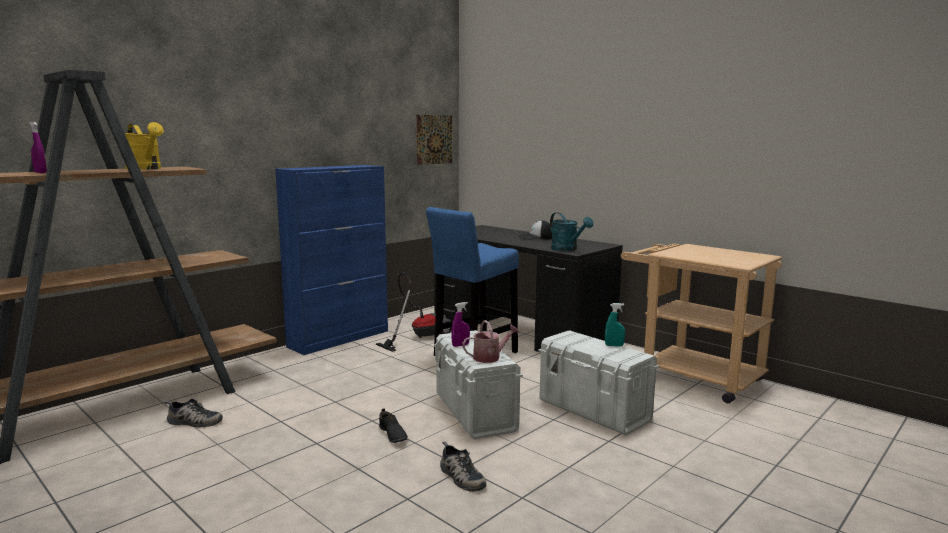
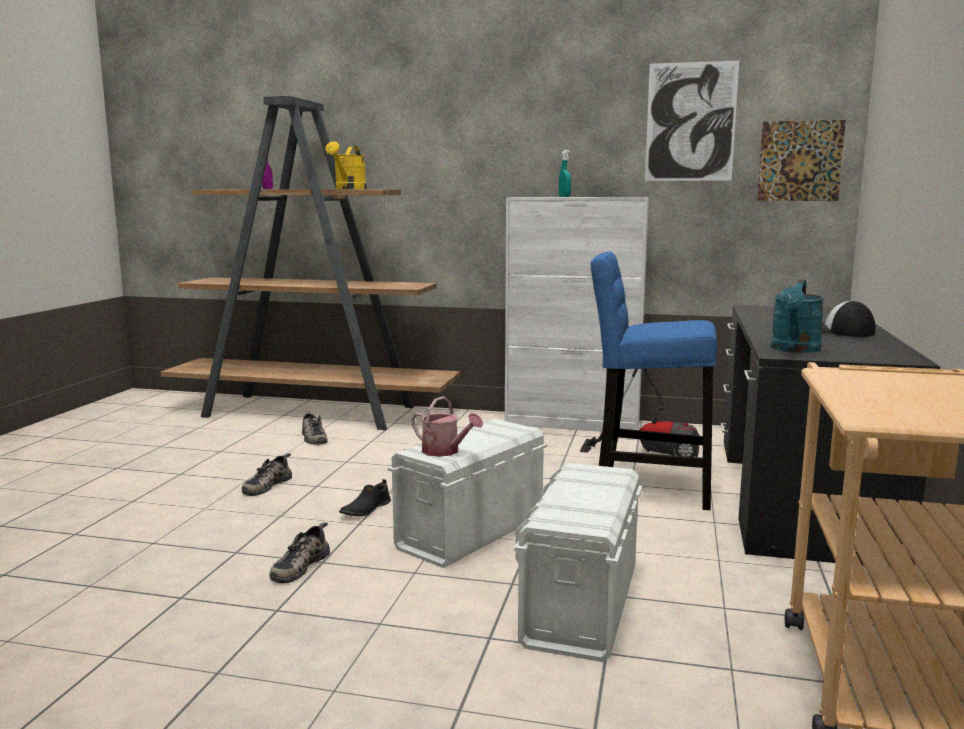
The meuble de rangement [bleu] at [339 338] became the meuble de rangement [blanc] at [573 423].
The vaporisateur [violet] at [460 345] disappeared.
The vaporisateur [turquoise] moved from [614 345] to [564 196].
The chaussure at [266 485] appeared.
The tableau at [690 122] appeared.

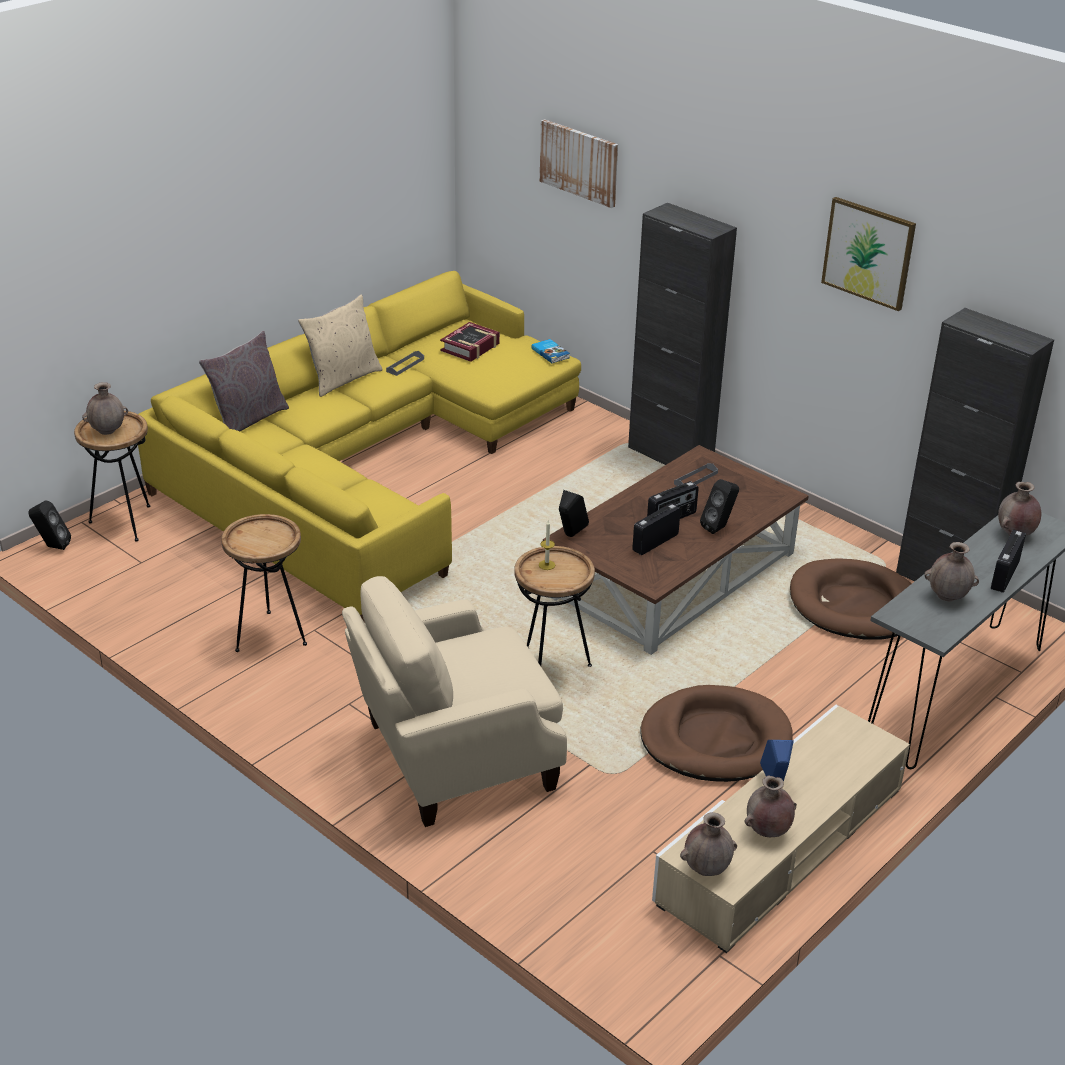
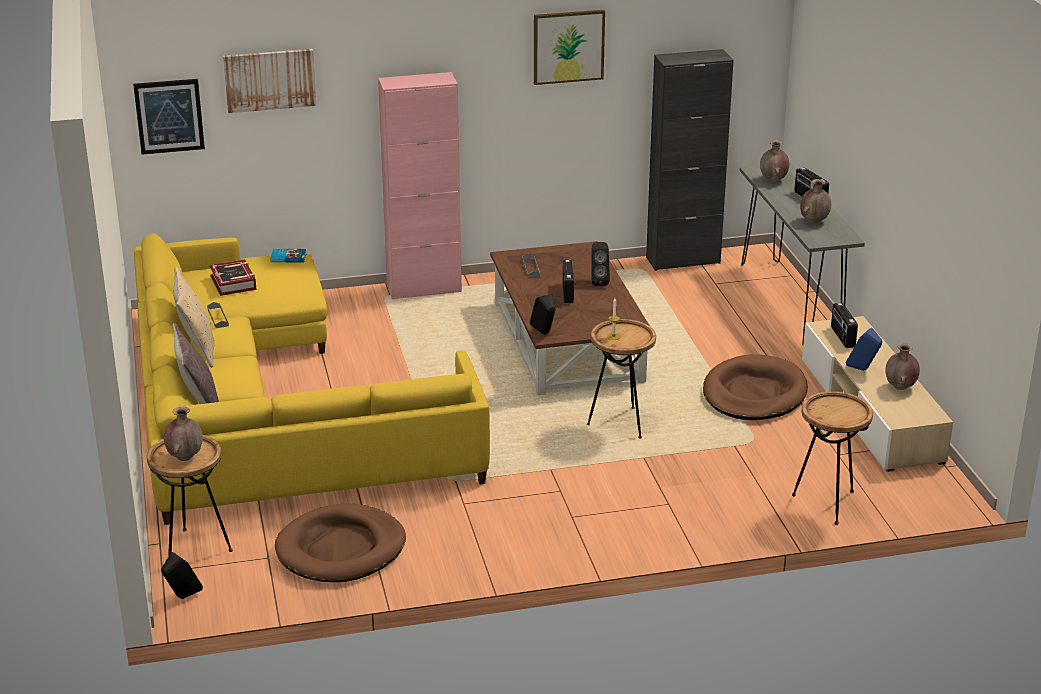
The table d'appoint [marron] moved from [270 635] to [827 503].
The fauteuil [beige] at [454 757] disappeared.
The meuble de rangement [noir] at [670 456] became the meuble de rangement [rose] at [424 289].
The radio moved from [655 542] to [842 337].
The vase [marron] at [706 869] disappeared.
The panier pour chien [marron] moved from [855 605] to [341 549].
The tableau at [169 116] appeared.

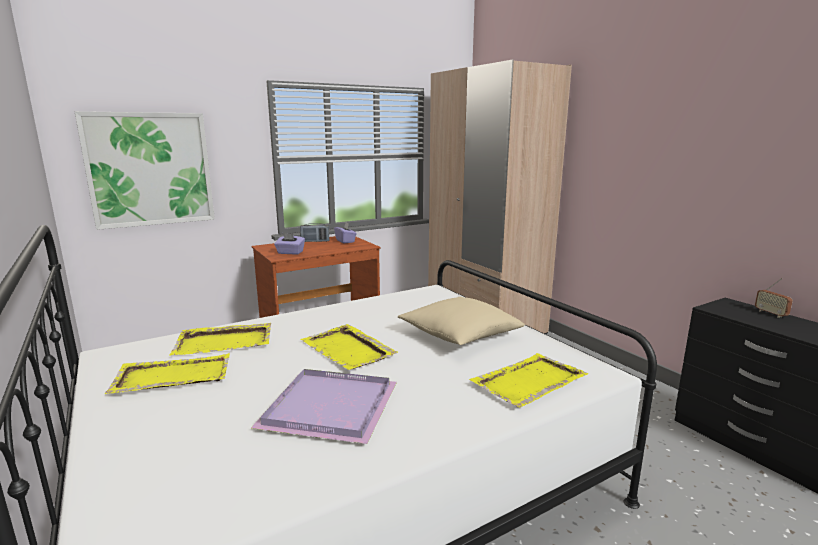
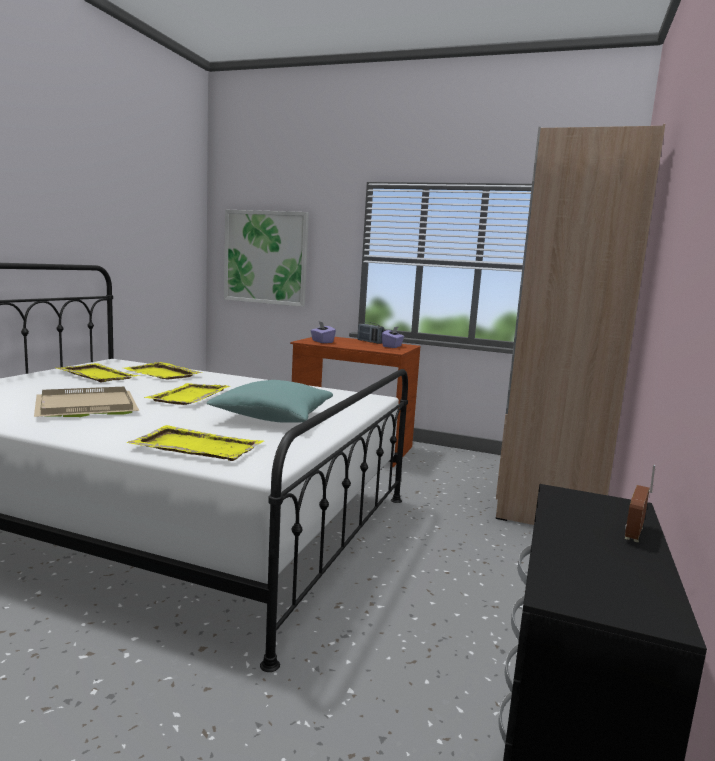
The plateau [violet] at [327 408] became the plateau [beige] at [84 406].
The coussin [beige] at [459 335] became the coussin [turquoise] at [273 417].

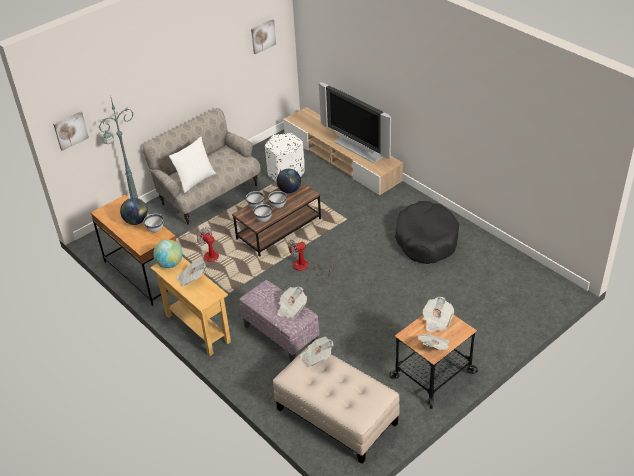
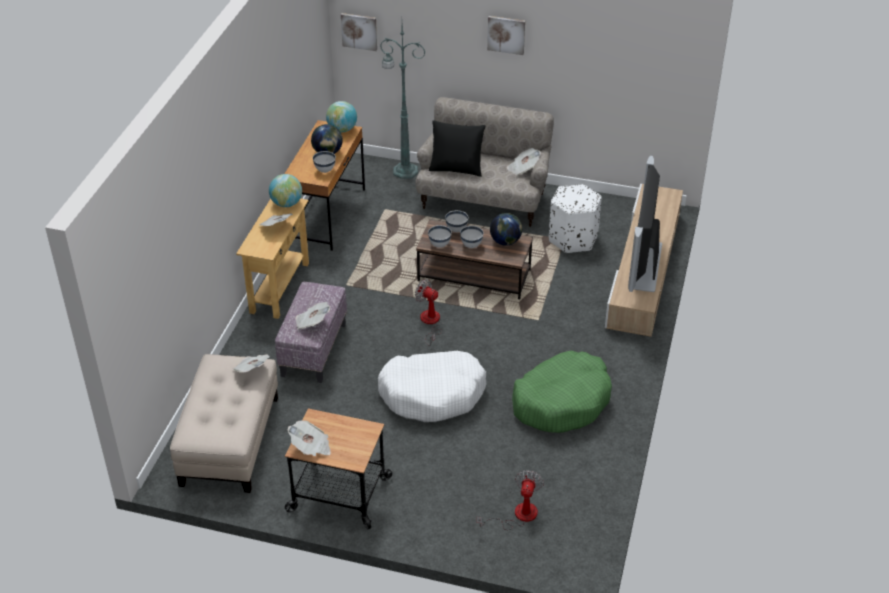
The coussin [blanc] at [195 180] became the coussin [noir] at [456 168].
The ventilateur moved from [210 261] to [518 515].
The tableau moved from [263 36] to [506 34].
The panier pour chien [noir] at [426 240] became the panier pour chien [vert] at [561 401].
The journal moved from [436 321] to [523 169].
The globe at [342 129] appeared.
The panier pour chien [blanc] at [432 394] appeared.

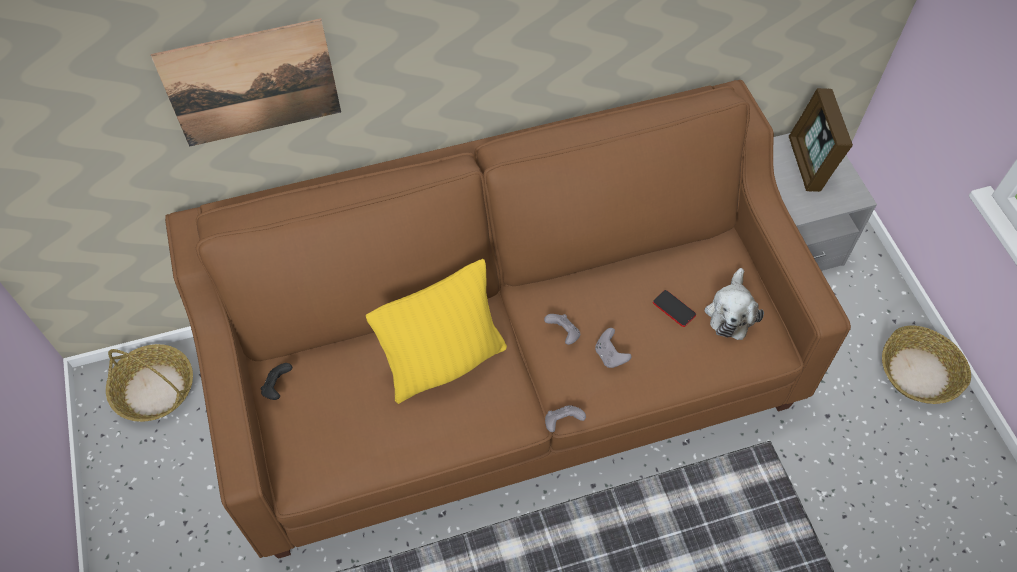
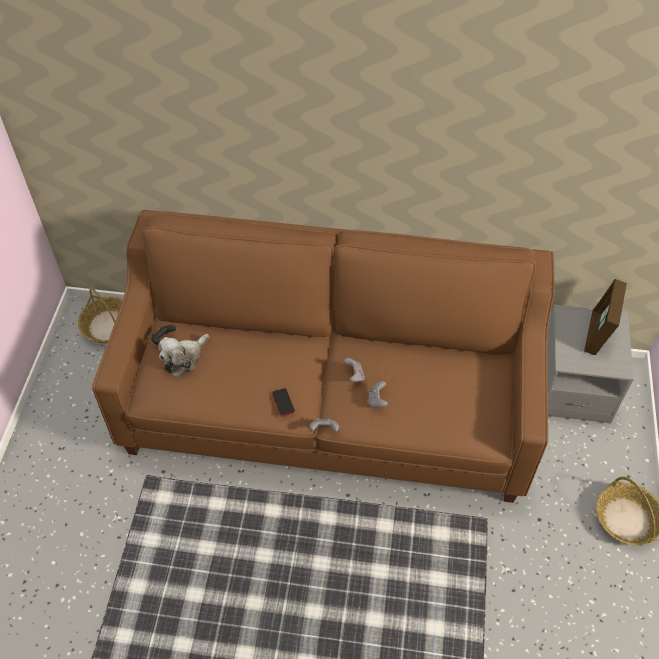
The tableau at [252 84] disappeared.
The coussin [jaune] at [444 362] disappeared.
The téléphone moved from [674 309] to [283 402].
The peluche moved from [731 312] to [184 359].

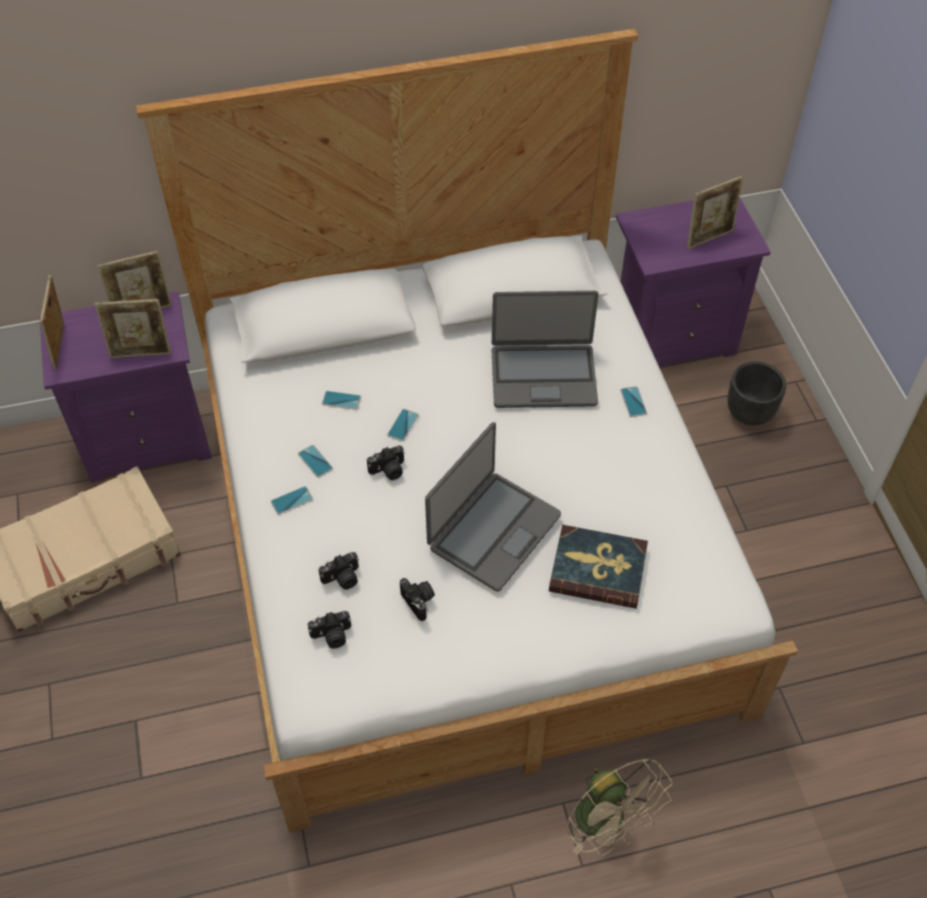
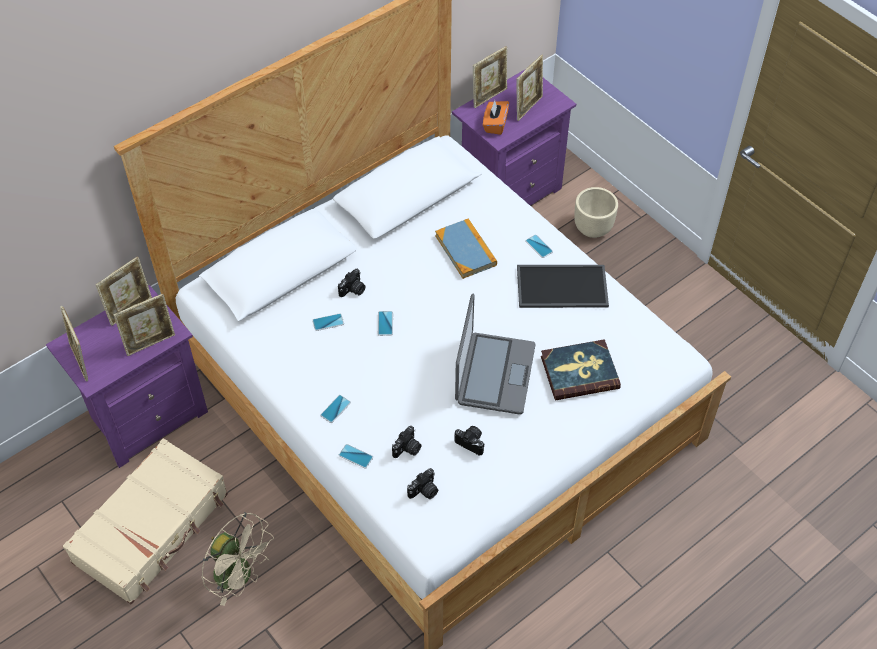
The téléphone moved from [315 461] to [356 456].
The appareil photo moved from [388 471] to [353 290].
The ordinateur portable at [543 376] was replaced by the livre at [466 250].
The ventilateur [beige] moved from [608 825] to [240 576].
The cache-pot [noir] at [749 413] became the cache-pot [beige] at [592 229].
The cadre photo at [489 97] appeared.
The boîte à mouchoirs [orange] at [495 124] appeared.
The plateau at [561 288] appeared.

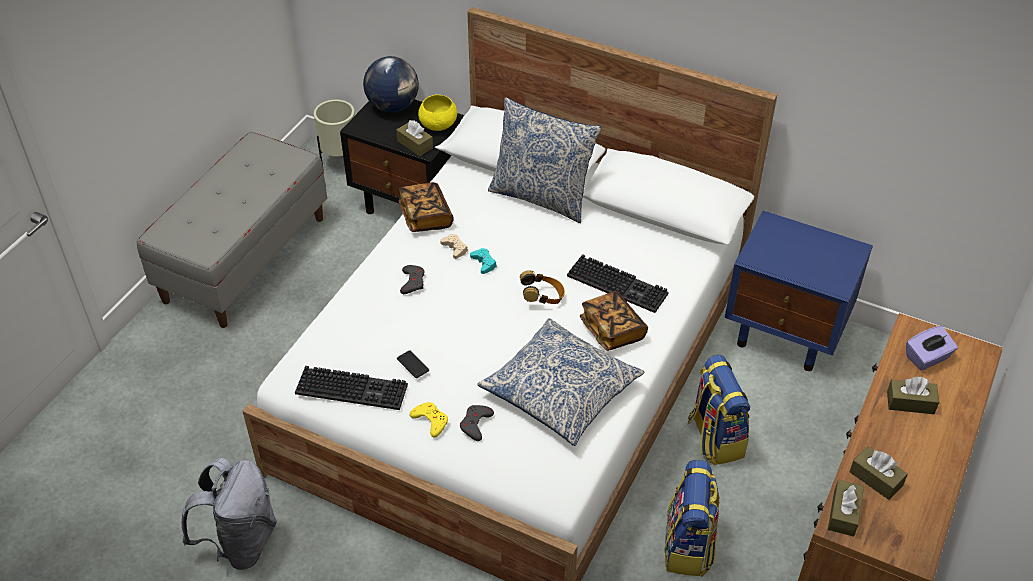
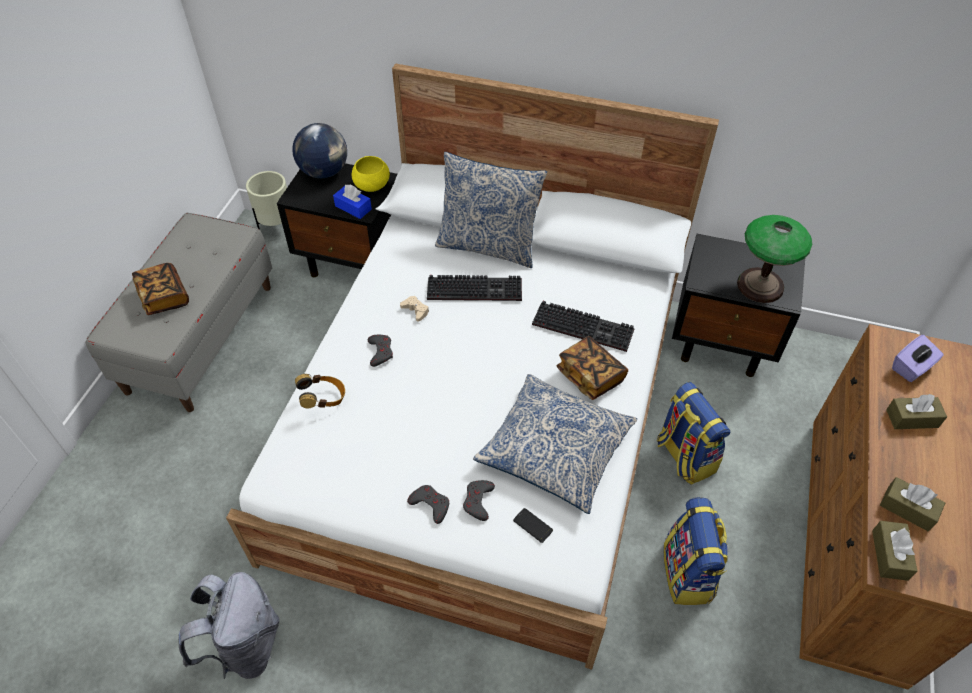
The clavier moved from [354 388] to [476 288].
The boîte à mouchoirs [marron] at [415 144] became the boîte à mouchoirs [bleu] at [353 208].
The téléphone moved from [412 364] to [533 525].
The livre moved from [425 217] to [164 297].
The manette [jaune] at [430 421] became the manette [gris] at [430 504].
The manette [turquoise] at [484 263] disappeared.
The casque audio moved from [542 298] to [323 399].
The table de chevet [bleu] at [786 334] became the table de chevet [noir] at [722 344].
The lampe de table at [760 285] appeared.

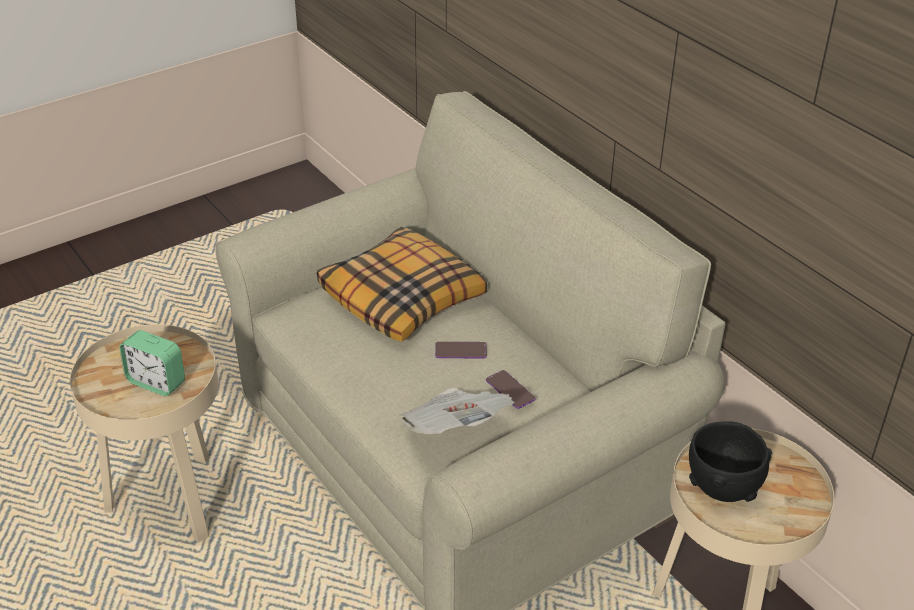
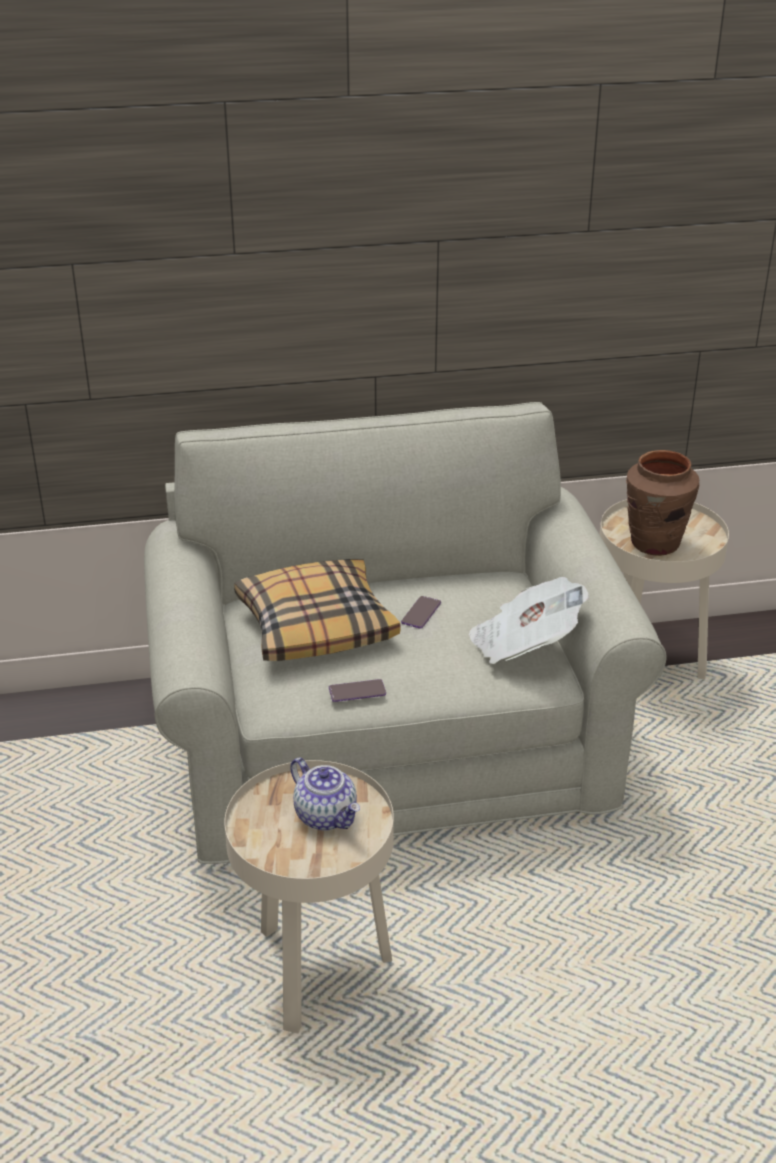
The réveil at [156 382] was replaced by the théière at [327 816].
The téléphone moved from [510 390] to [357 691].
The bol [noir] at [722 486] was replaced by the vase [marron] at [654 544].

